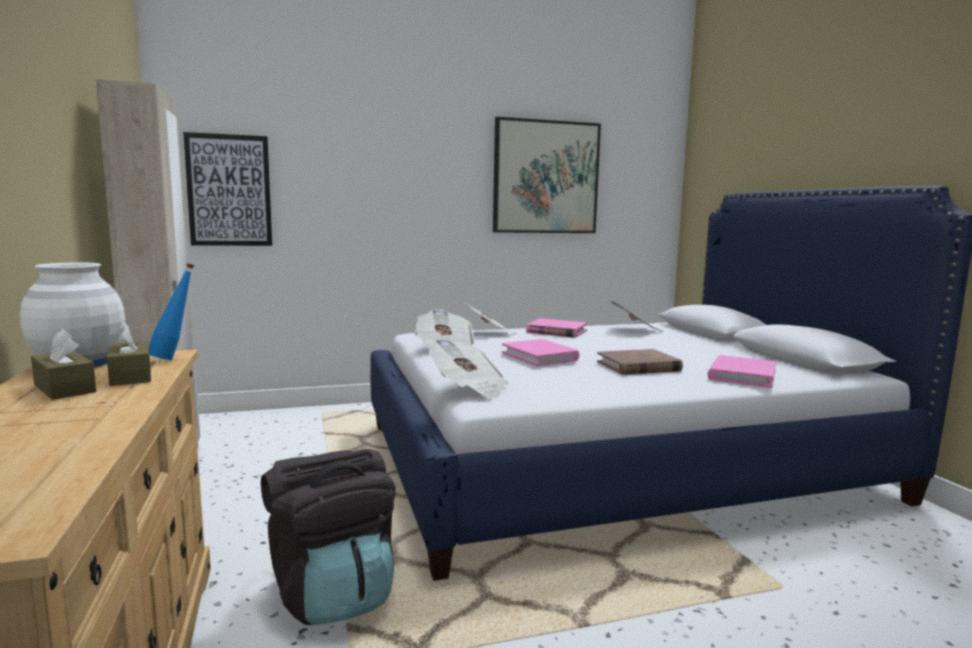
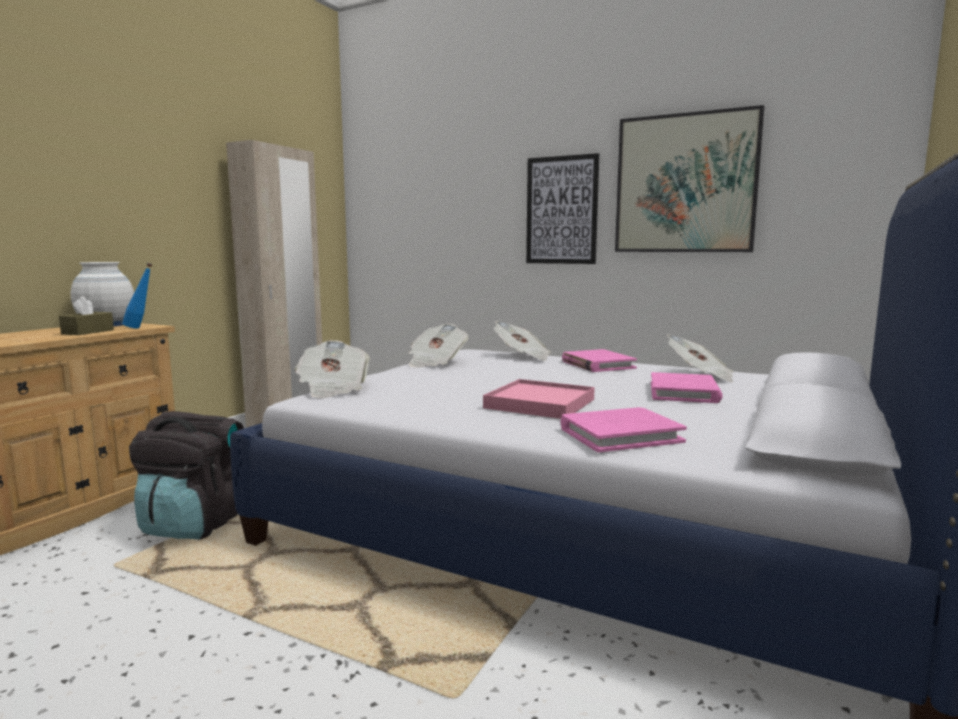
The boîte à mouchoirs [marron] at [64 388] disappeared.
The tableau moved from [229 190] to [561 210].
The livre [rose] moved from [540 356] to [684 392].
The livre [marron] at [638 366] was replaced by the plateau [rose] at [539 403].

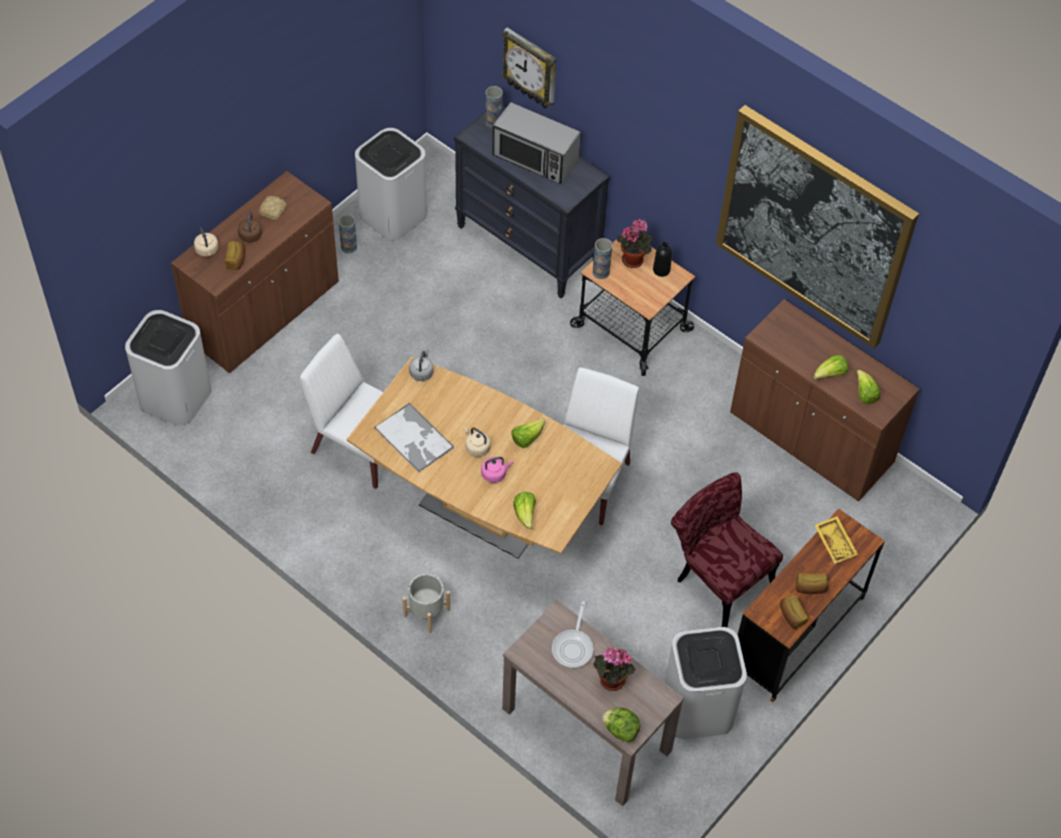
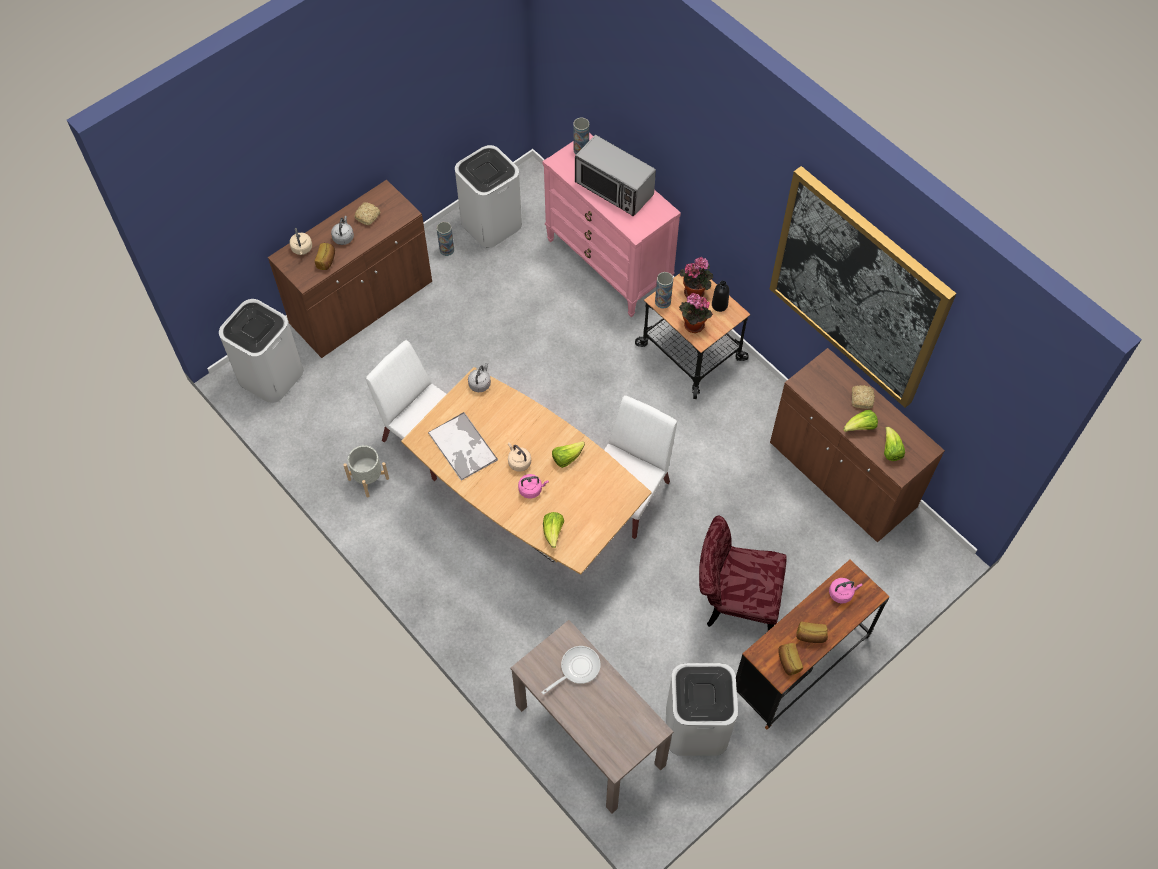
The bouilloire [marron] at [250 234] became the bouilloire [gris] at [343 237].
The cache-pot [gris] moved from [426 612] to [368 479].
The commode [noir] at [528 245] became the commode [rose] at [609 264].
The horloge murale at [531 68] disappeared.
The poêle at [573 647] turned 150 degrees counterclockwise.
The plante en pot moved from [610 681] to [692 326].
The laitue at [620 730] disappeared.
The chaise [rouge] at [718 577] turned 45 degrees counterclockwise.
The plateau [jaune] at [835 543] was replaced by the bouilloire [rose] at [842 593].
The pain at [862 399] appeared.

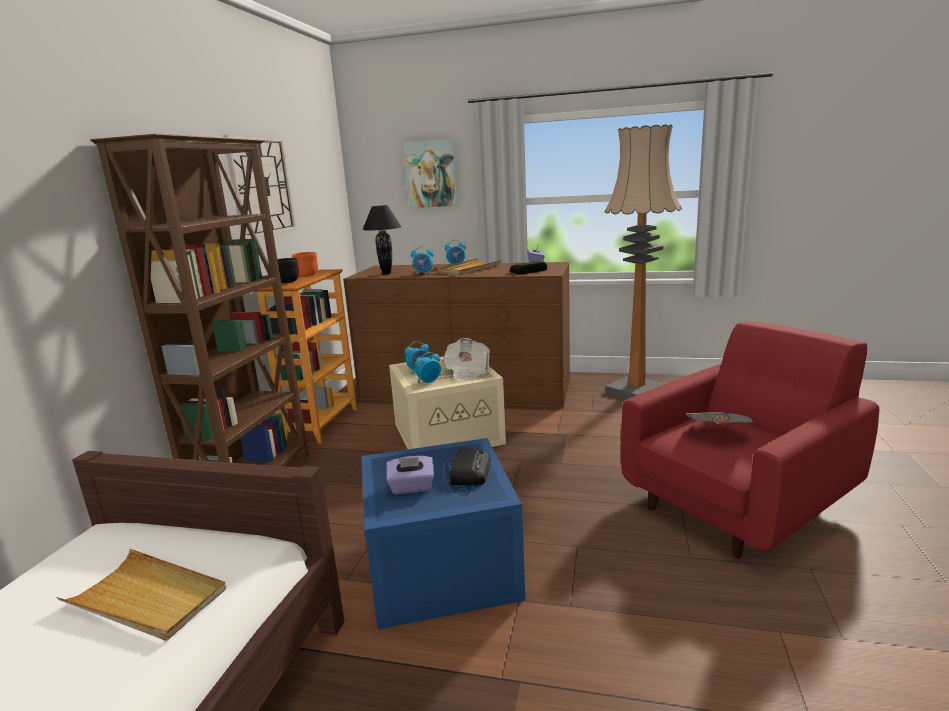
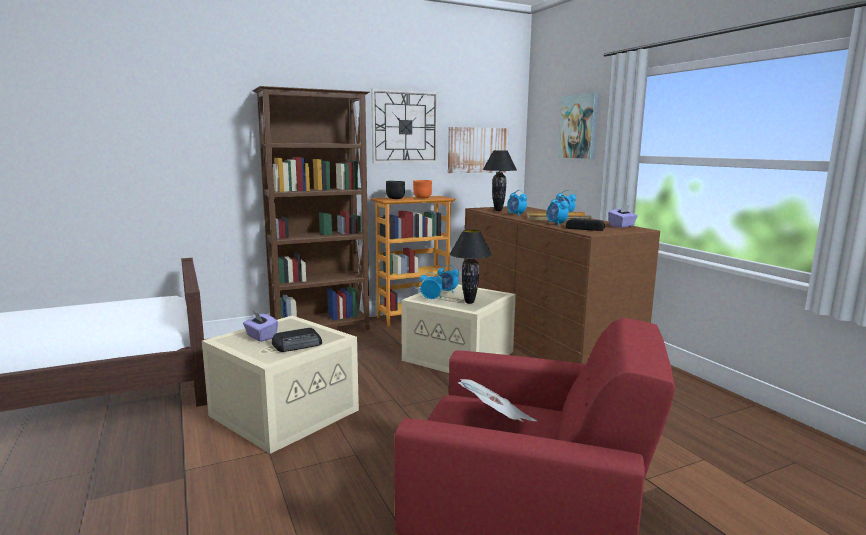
The plateau [beige] at [147 598] disappeared.
The boîte de rangement [bleu] at [439 566] became the boîte de rangement [beige] at [285 411].
The journal at [467 372] was replaced by the lampe de table [noir] at [469 302].
The lampadaire at [636 391] disappeared.
The tableau at [477 150] appeared.
The réveil at [556 224] appeared.

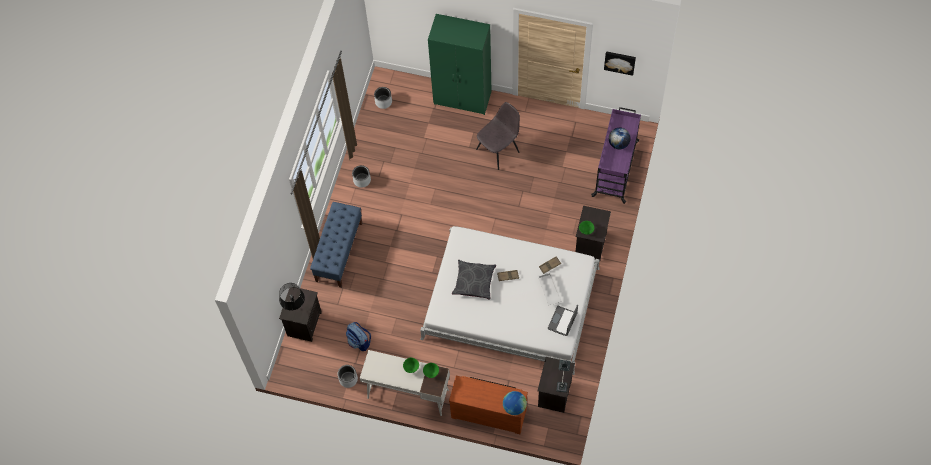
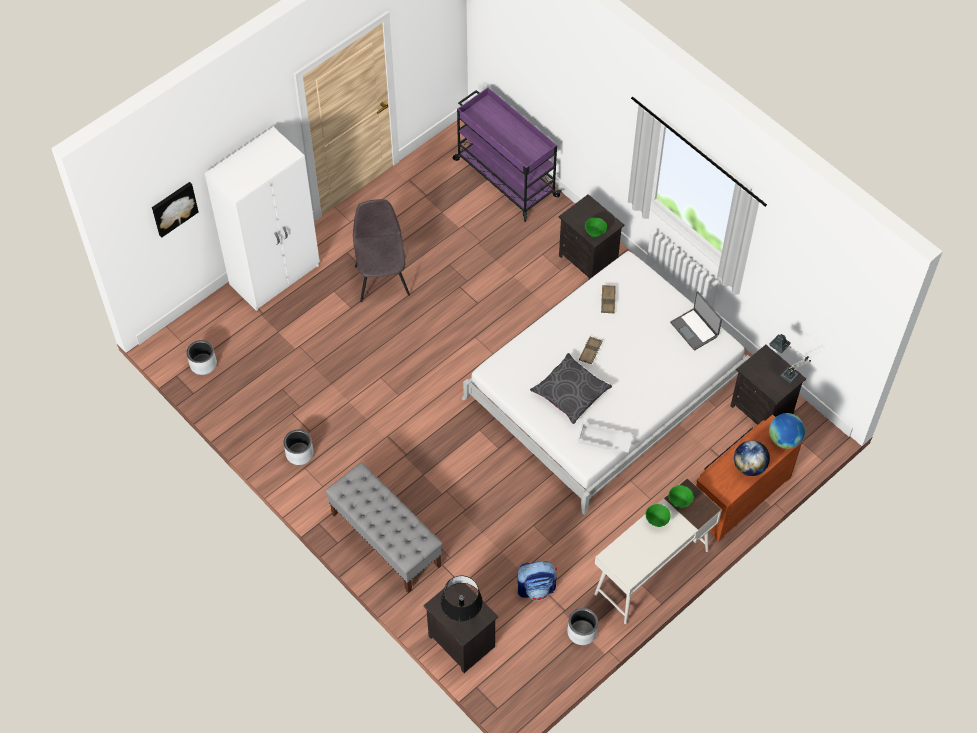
The banc [bleu] at [339 252] became the banc [gris] at [385 539].
The armoire [vert] at [463 99] became the armoire [blanc] at [276 275].
The plateau [blanc] moved from [548 290] to [604 441].
The tableau moved from [620 62] to [173 208].
The globe moved from [618 144] to [749 466].

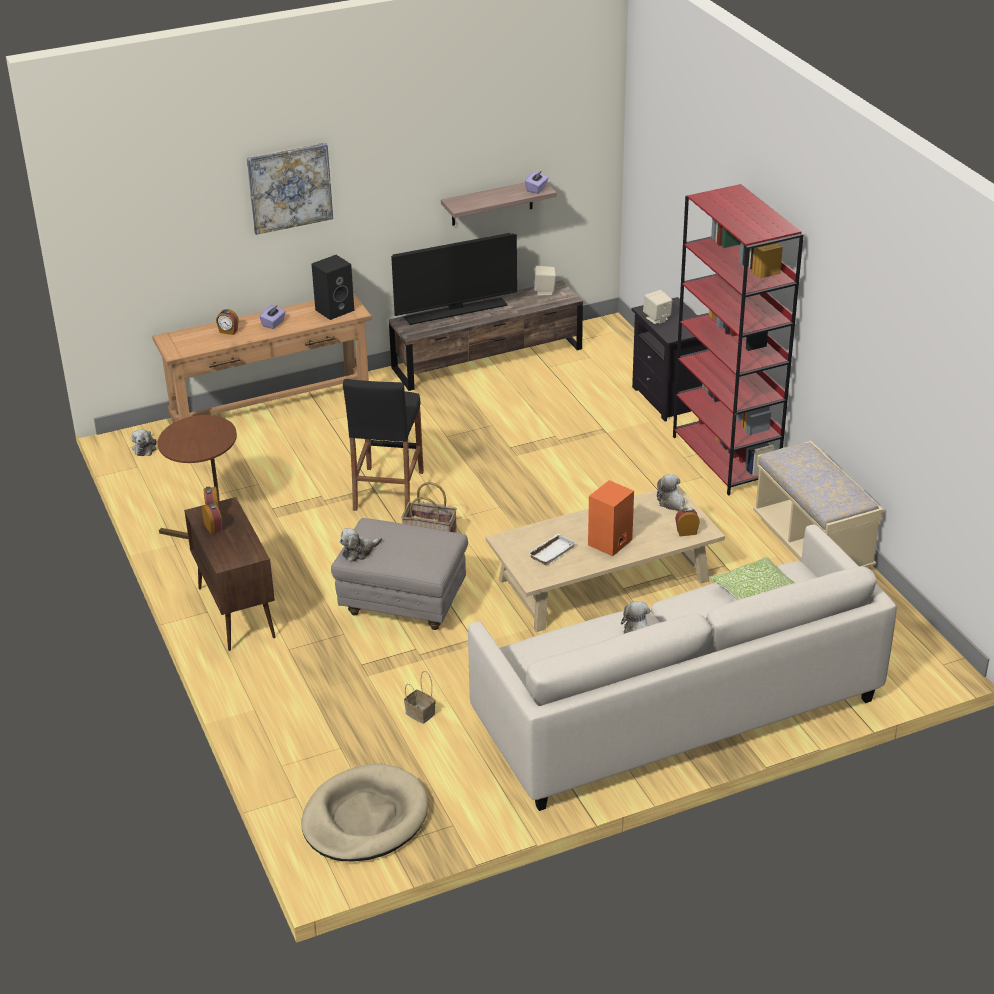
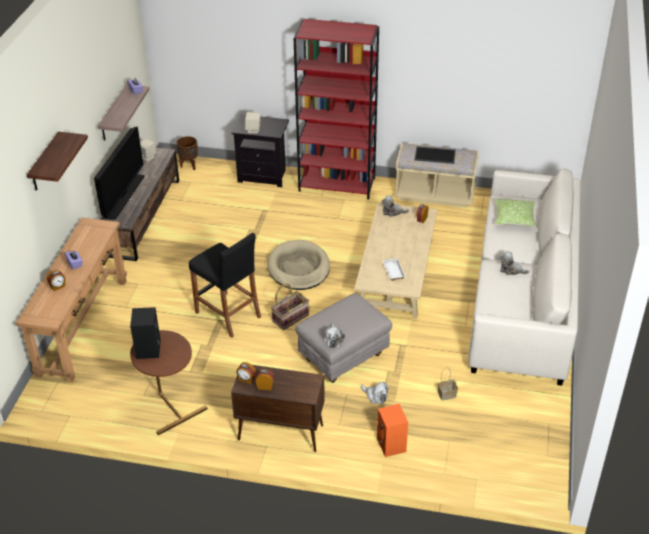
The peluche moved from [145 448] to [375 396].
The tableau at [290 187] was replaced by the étagère at [45 163].
The panier pour chien [beige] moved from [365 818] to [298 268].
The enceinte [noir] moved from [335 309] to [147 348].
The enceinte [orange] moved from [610 543] to [392 445].
The cache-pot [marron] at [189 166] appeared.
The plateau at [435 155] appeared.

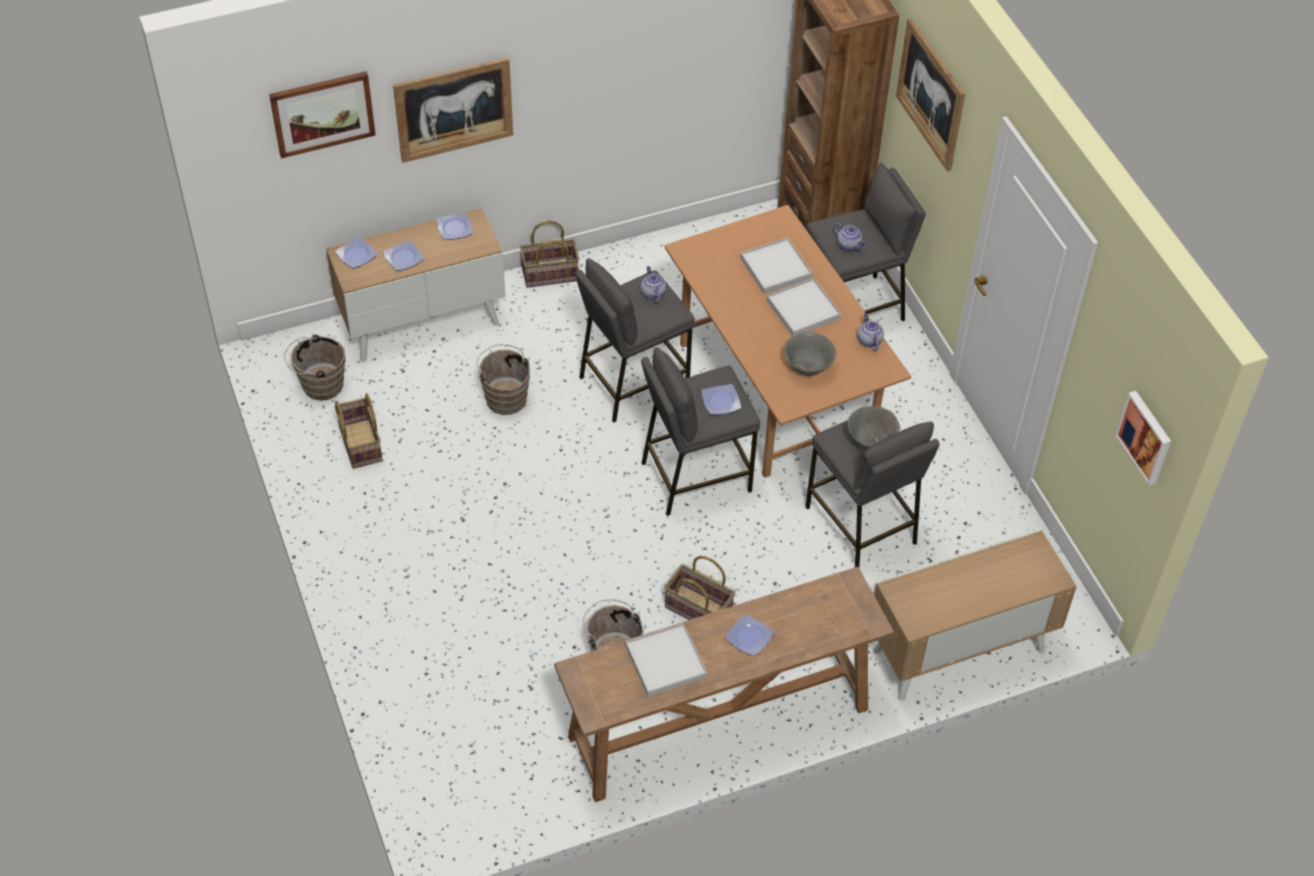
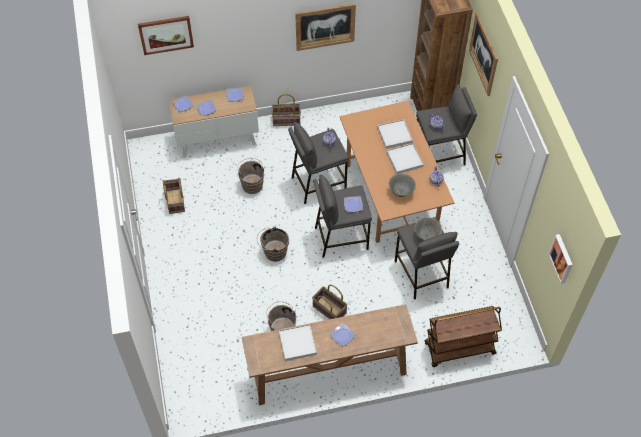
The seau [marron] moved from [319 385] to [273 252].
The tableau moved from [454 109] to [325 26].
The meuble de rangement at [958 651] was replaced by the chariot [marron] at [459 349].

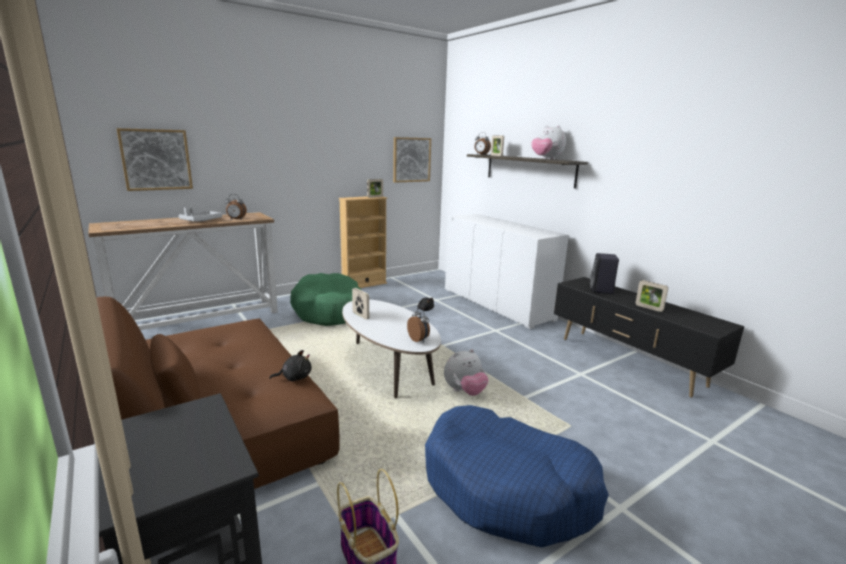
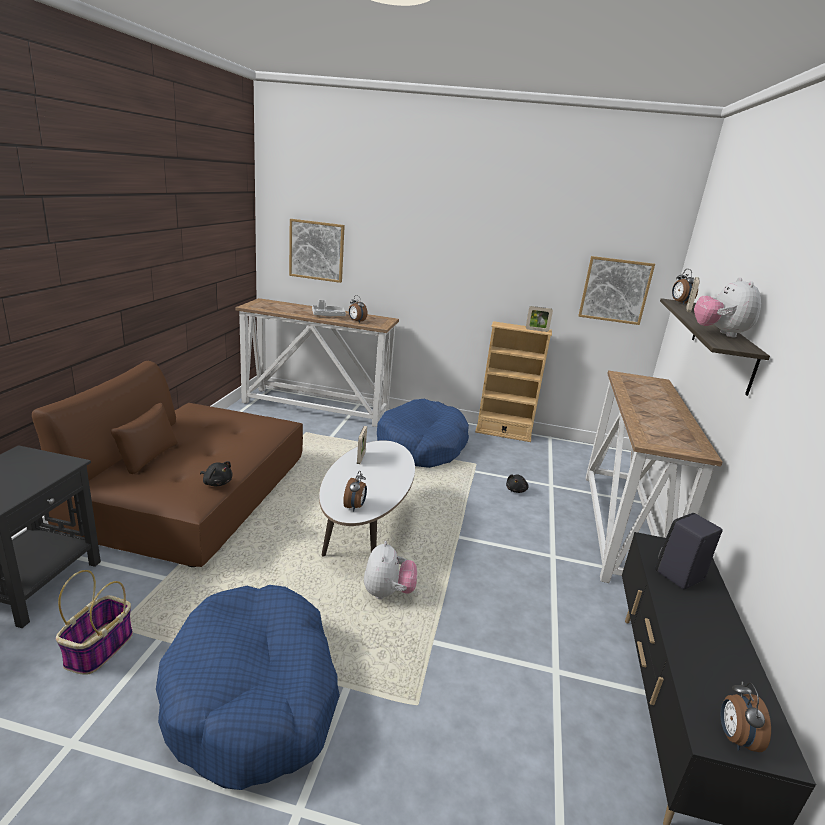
The panier pour chien [vert] at [330 311] became the panier pour chien [bleu] at [421 446].
The peluche at [464 391] turned 105 degrees counterclockwise.
The meuble de rangement [blanc] at [496 304] was replaced by the table console at [621 528].
The cadre photo at [649 308] disappeared.
The réveil at [734 738] appeared.

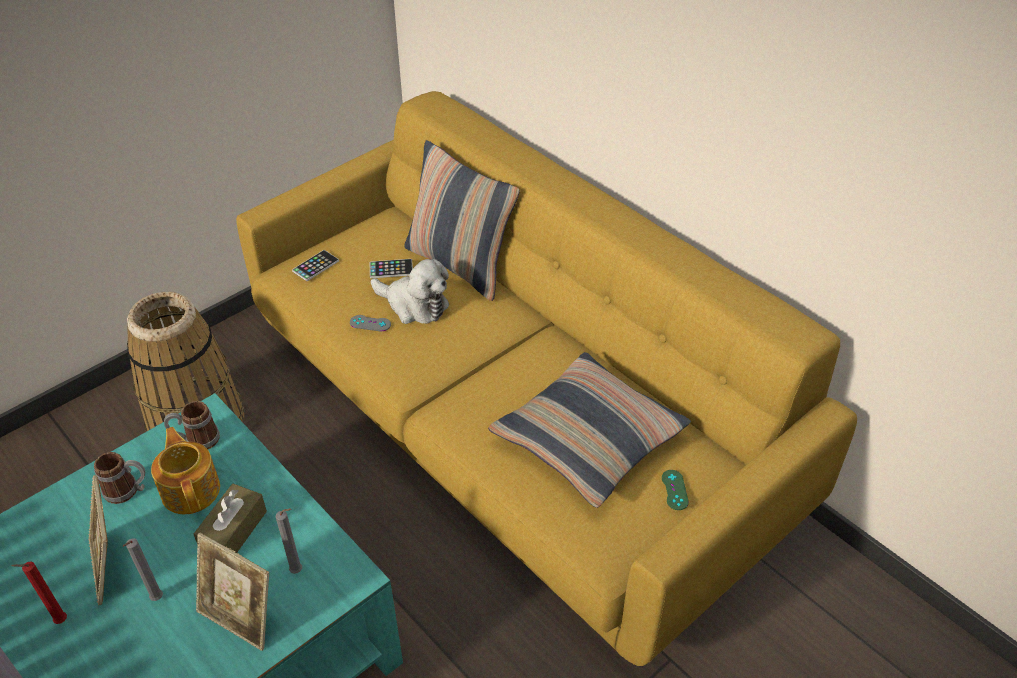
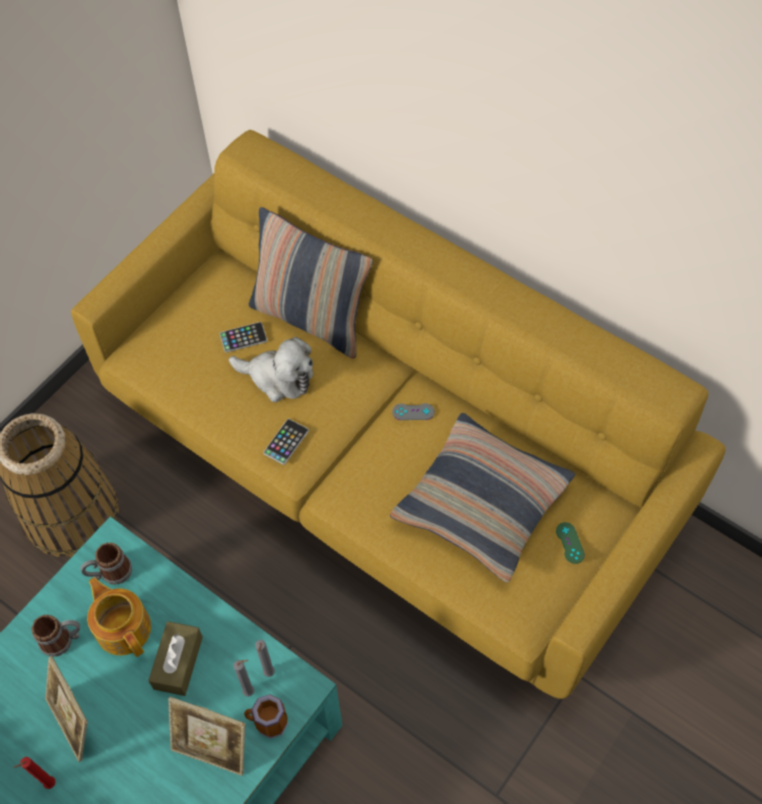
The bougie [gris] moved from [156 600] to [269 674].
The téléphone moved from [315 266] to [286 442].
The manette [gris] moved from [370 323] to [413 412].
The mug at [268 724] appeared.

